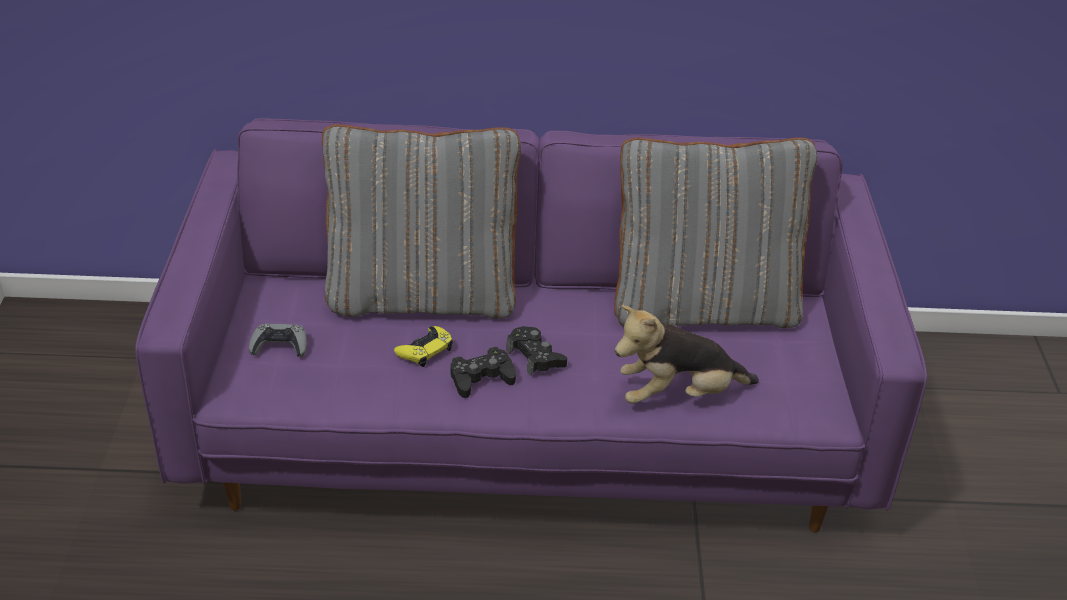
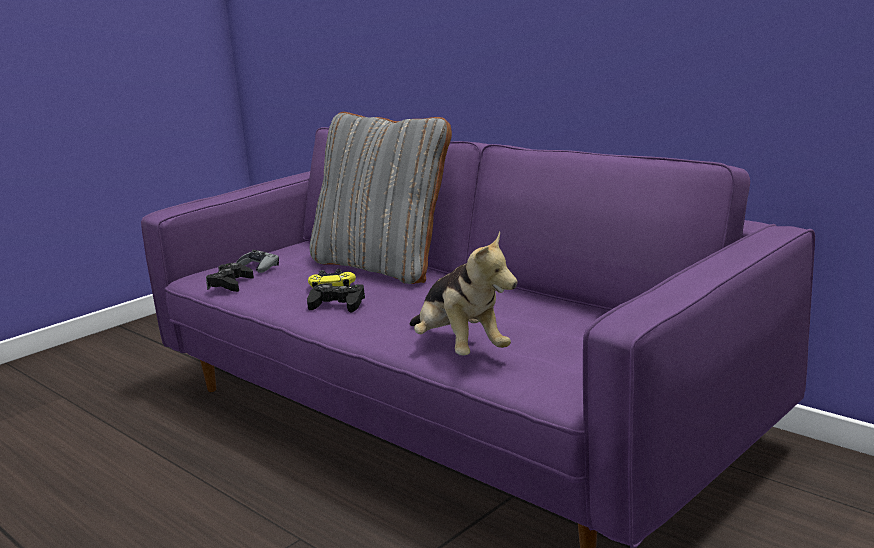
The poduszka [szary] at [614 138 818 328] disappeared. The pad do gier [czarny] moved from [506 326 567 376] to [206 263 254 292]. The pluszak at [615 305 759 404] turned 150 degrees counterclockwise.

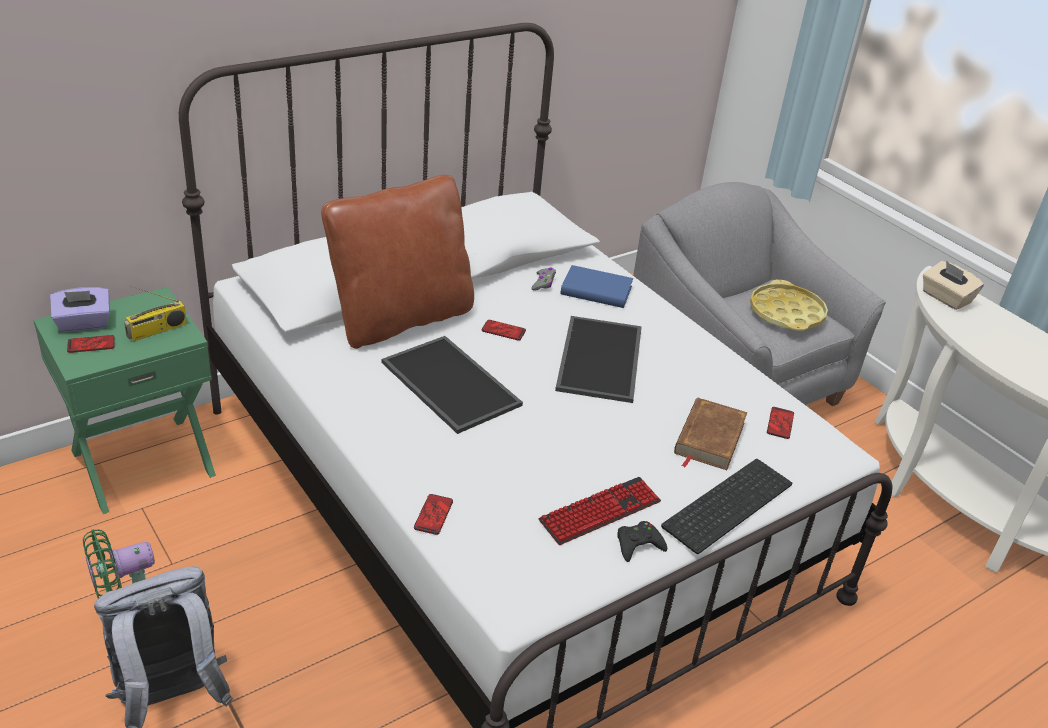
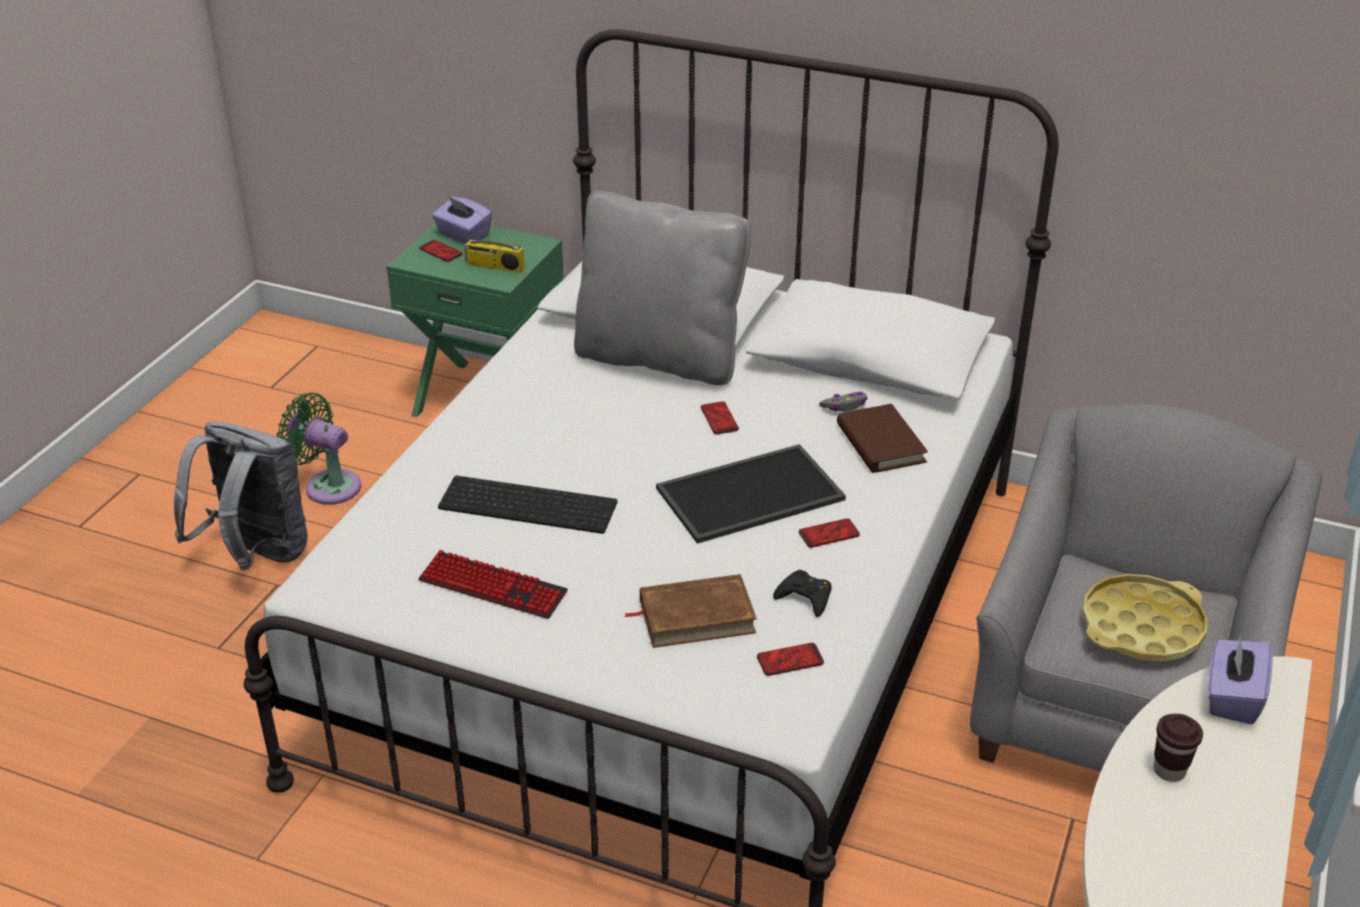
The taca at [382 336 523 434] disappeared. The filiżanka [brązowy] at [1153 714 1203 782] appeared. The telefon moved from [414 494 453 535] to [799 518 860 548]. The pad do gier [czarny] moved from [617 521 667 562] to [773 570 832 617]. The klawiatura moved from [661 459 792 554] to [438 476 617 534]. The poduszka [brązowy] at [321 175 474 349] became the poduszka [szary] at [574 191 751 385]. The książka [niebieski] at [561 265 633 308] became the książka [brązowy] at [837 404 928 473]. The pudełko chusteczek [beżowy] at [923 261 984 310] became the pudełko chusteczek [fioletowy] at [1208 636 1273 724].

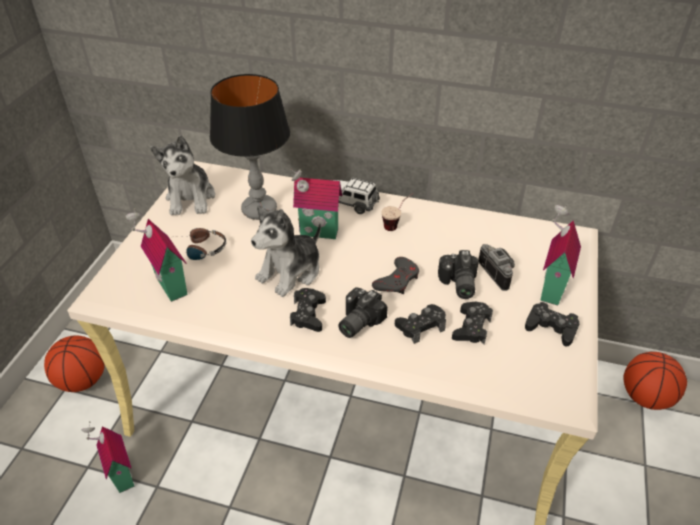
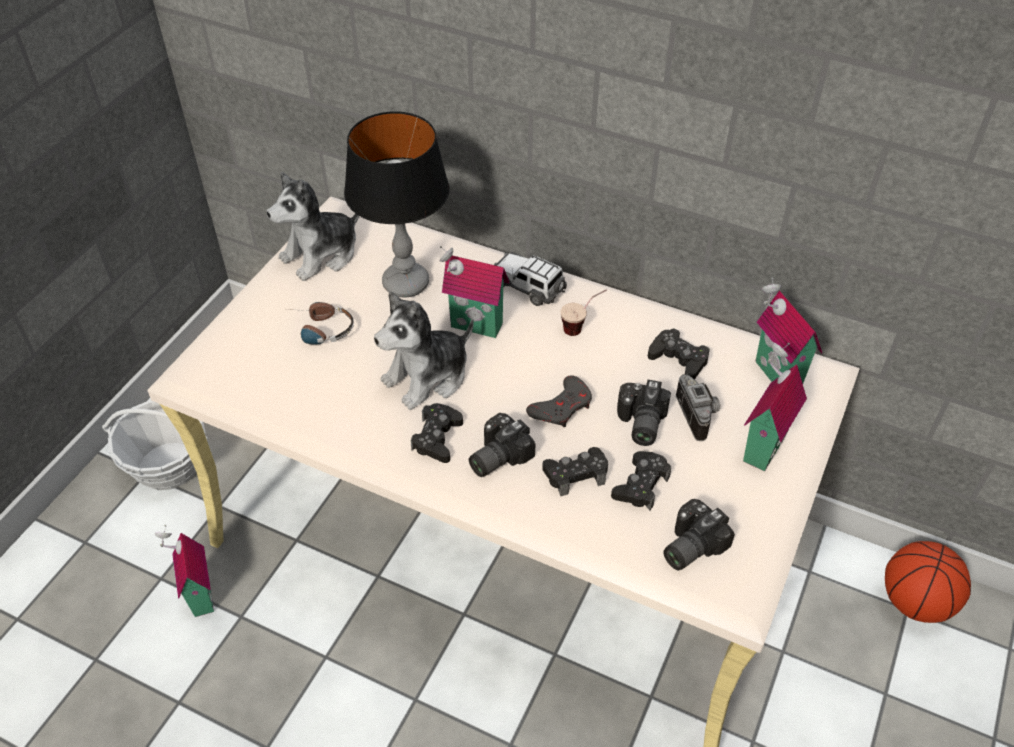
The aparat fotograficzny at [663 499 735 570] appeared. The domek moved from [126 208 188 302] to [755 278 822 383]. The pad do gier [czarny] moved from [525 302 580 347] to [648 329 710 379]. The piłka do koszykówki at [44 335 105 392] was replaced by the koszyk at [102 400 208 490]. The pluszak at [151 135 215 215] turned 45 degrees clockwise.

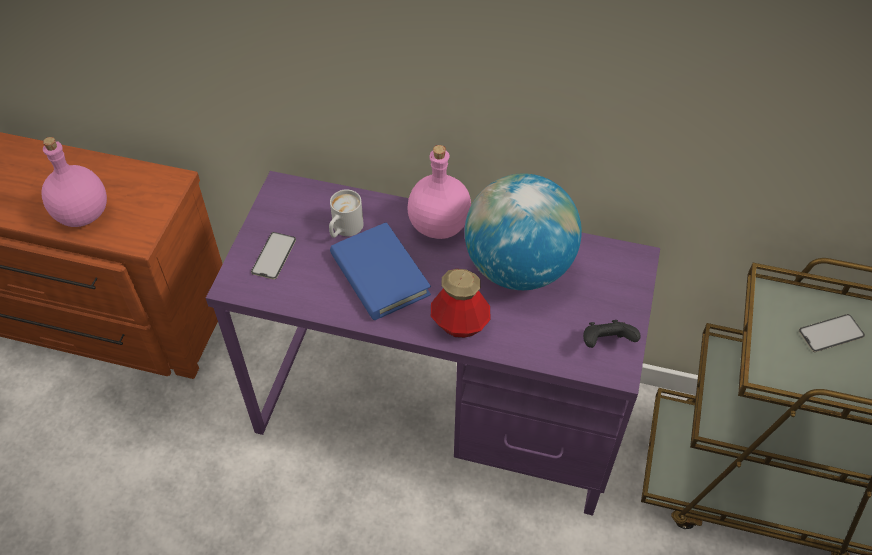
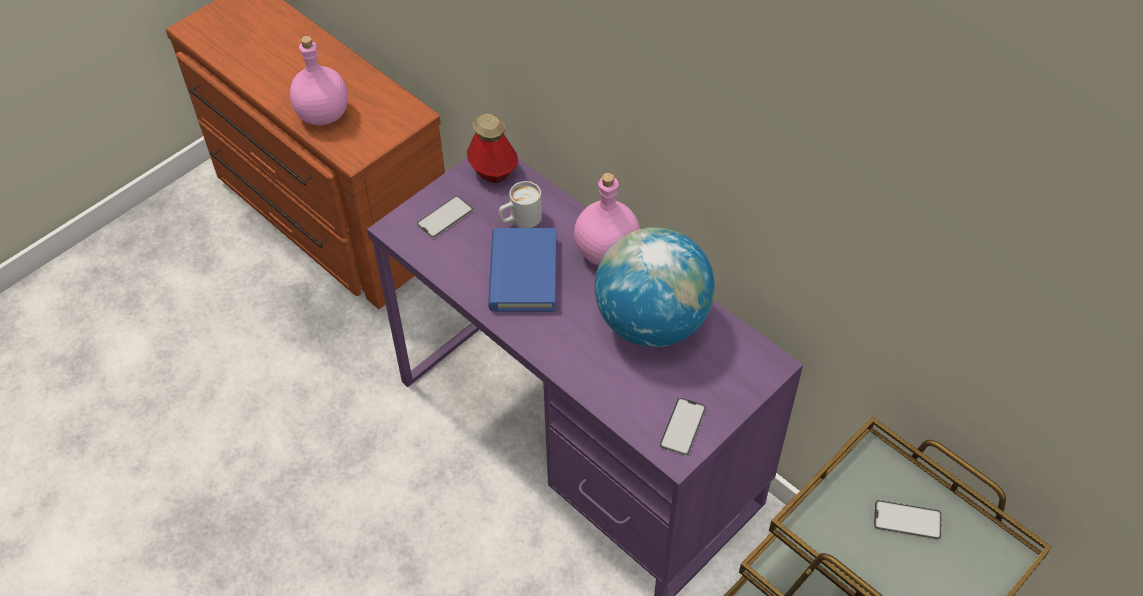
The butelka moved from [431 269 491 338] to [467 113 518 183]. The pad do gier [czarny] at [583 320 641 348] was replaced by the telefon at [660 398 706 456].

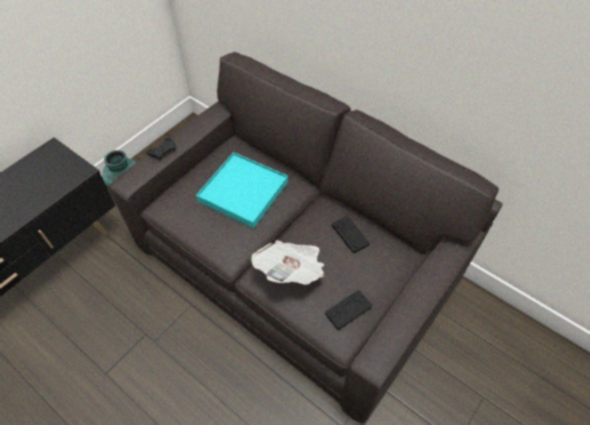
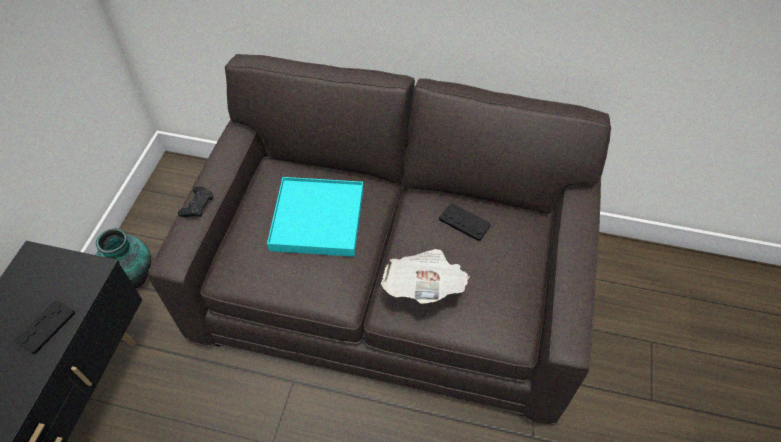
The pad do gier [czarny] moved from [325 290 372 329] to [15 300 75 354].

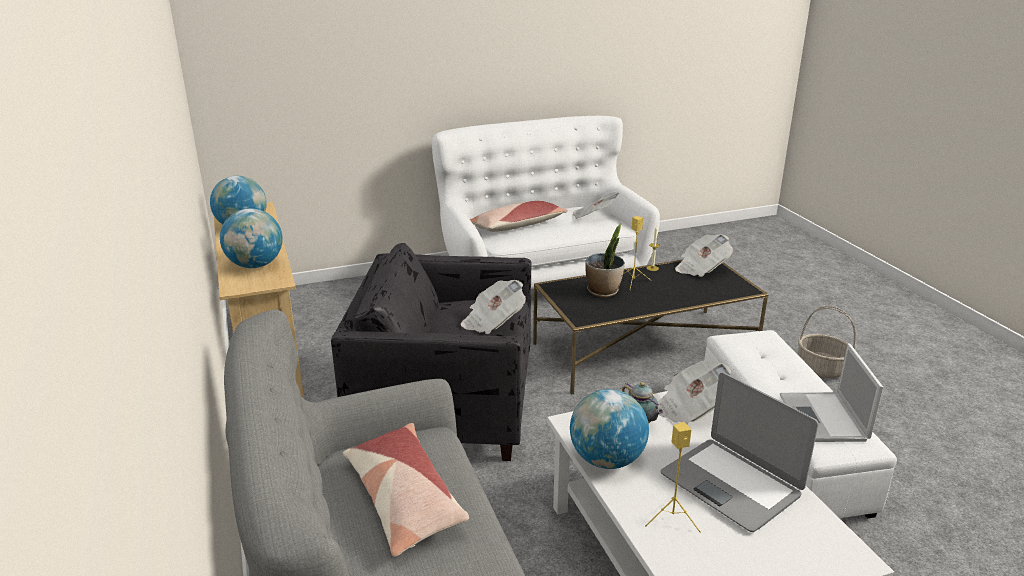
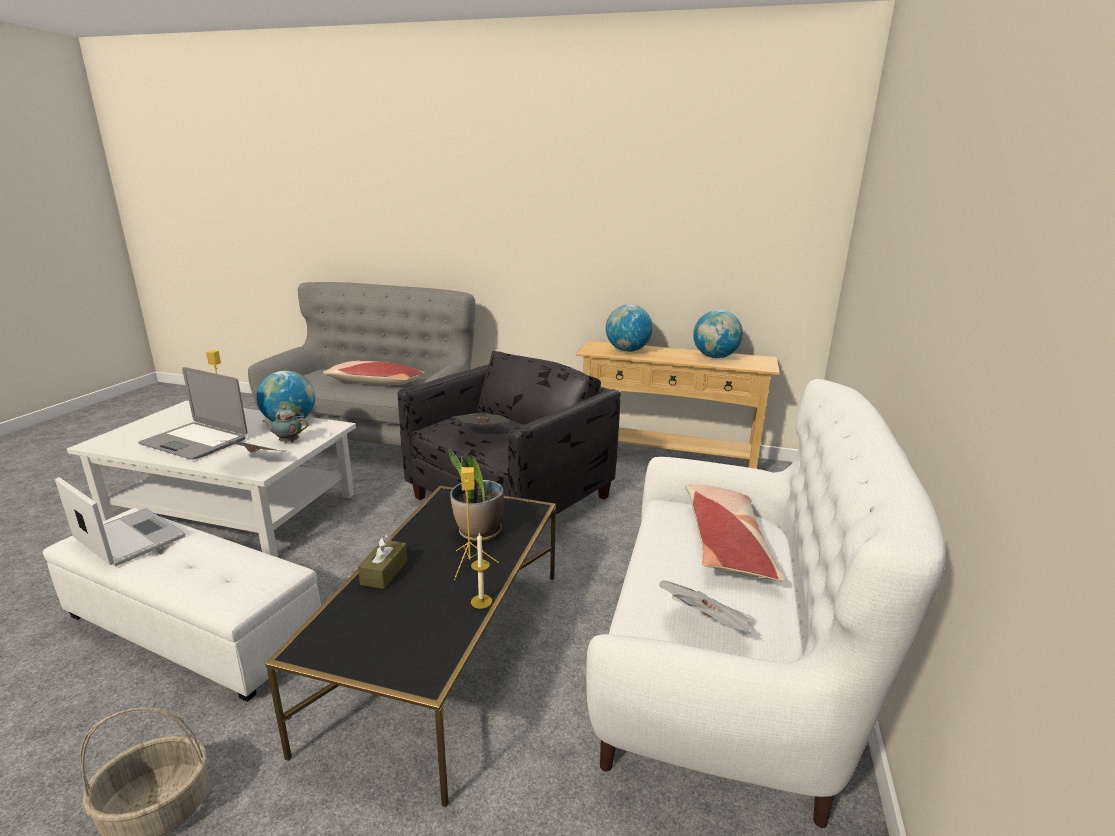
The gazeta at [675 234 733 277] disappeared. The pudełko chusteczek [brązowy] at [358 534 408 589] appeared. The laptop at [660 372 819 532] turned 150 degrees counterclockwise.

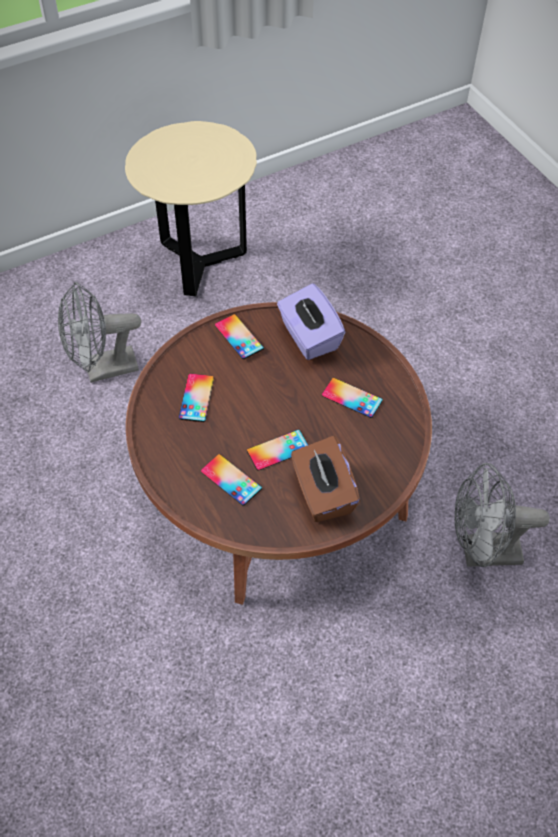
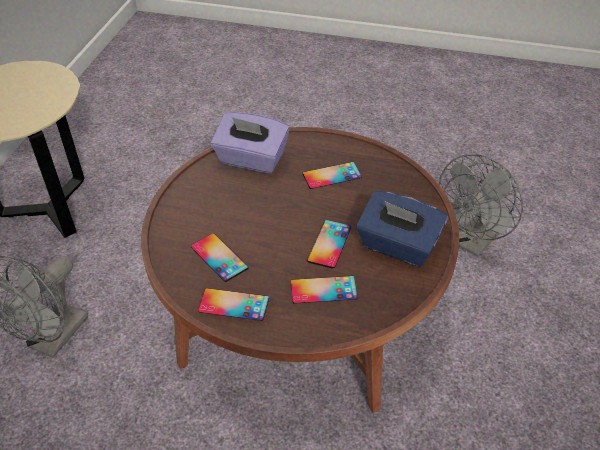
The telefon moved from [215 314 264 359] to [198 288 269 321]. The pudełko chusteczek [brązowy] at [291 436 360 522] became the pudełko chusteczek [niebieski] at [356 191 448 267].

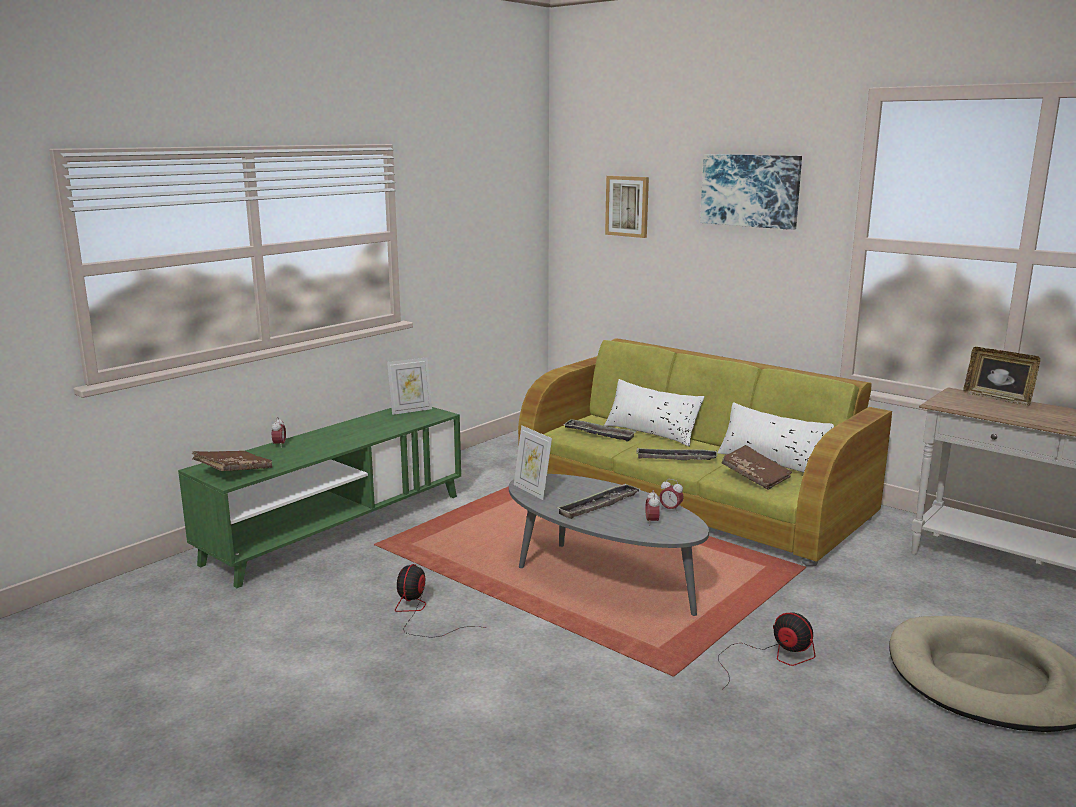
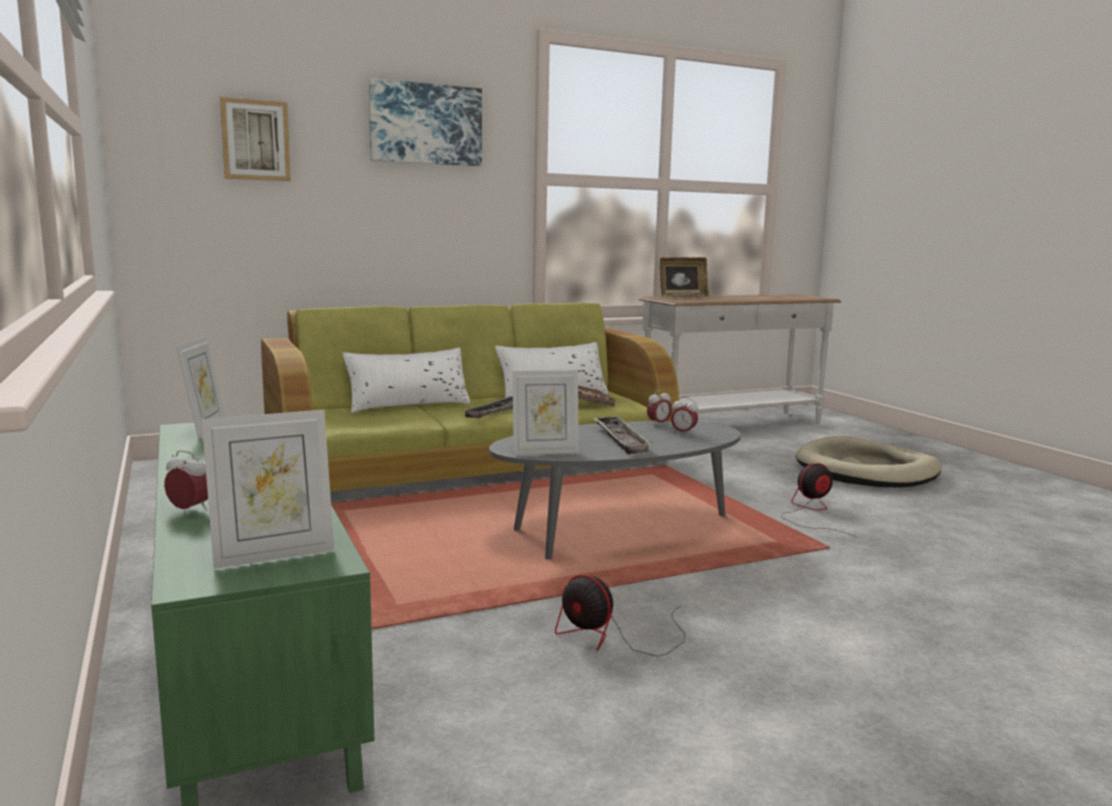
The taca at [563 419 636 441] disappeared. The książka [brązowy] at [192 451 273 471] was replaced by the ramka na zdjęcie at [202 410 334 569].

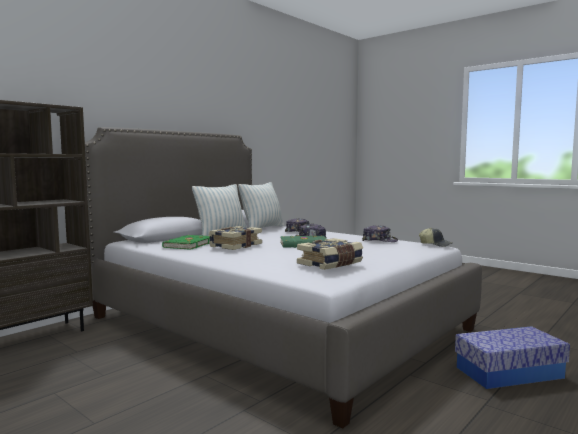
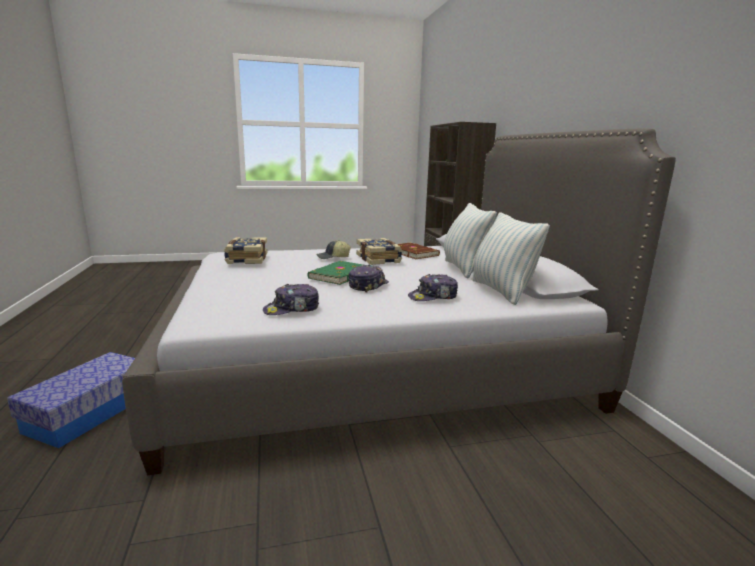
The czapka z daszkiem moved from [419 228 452 247] to [316 240 351 259]. The książka [zielony] at [162 235 210 250] became the książka [brązowy] at [397 242 440 259].

